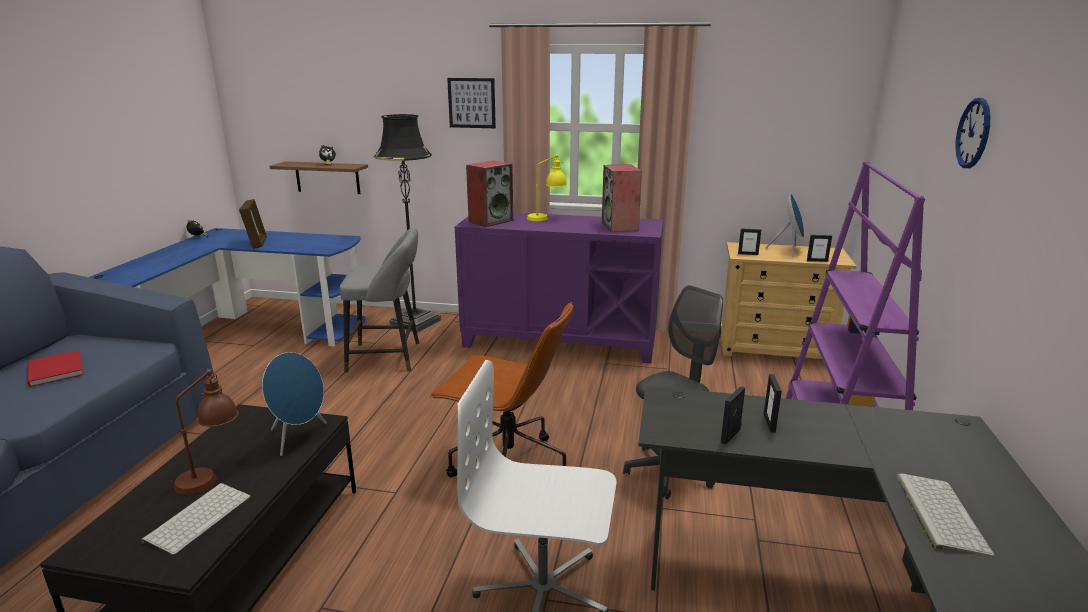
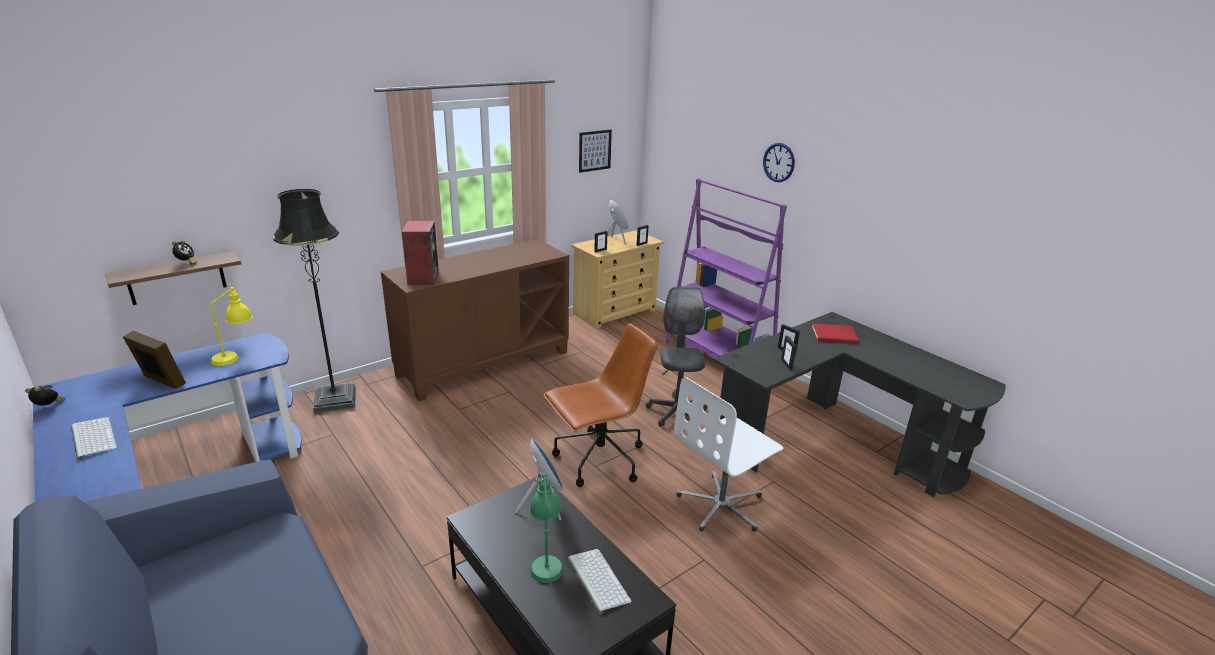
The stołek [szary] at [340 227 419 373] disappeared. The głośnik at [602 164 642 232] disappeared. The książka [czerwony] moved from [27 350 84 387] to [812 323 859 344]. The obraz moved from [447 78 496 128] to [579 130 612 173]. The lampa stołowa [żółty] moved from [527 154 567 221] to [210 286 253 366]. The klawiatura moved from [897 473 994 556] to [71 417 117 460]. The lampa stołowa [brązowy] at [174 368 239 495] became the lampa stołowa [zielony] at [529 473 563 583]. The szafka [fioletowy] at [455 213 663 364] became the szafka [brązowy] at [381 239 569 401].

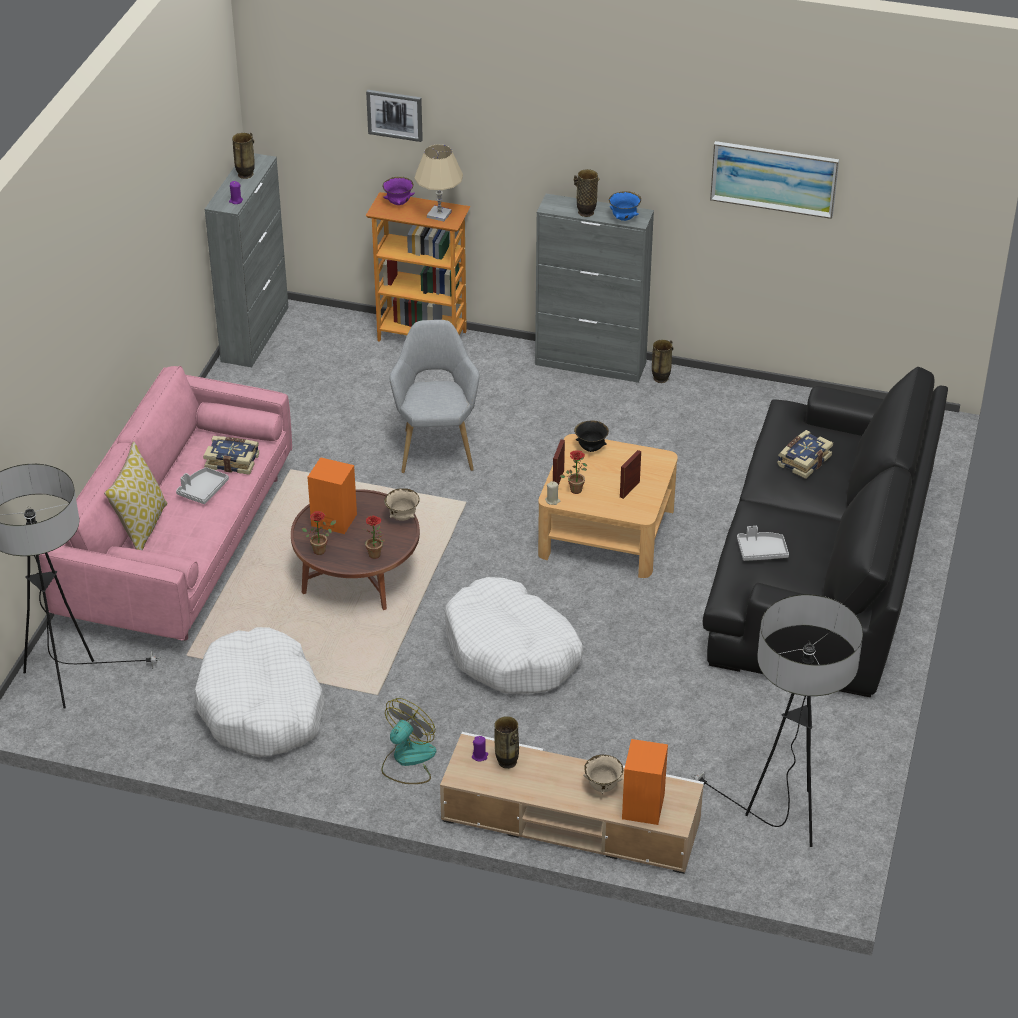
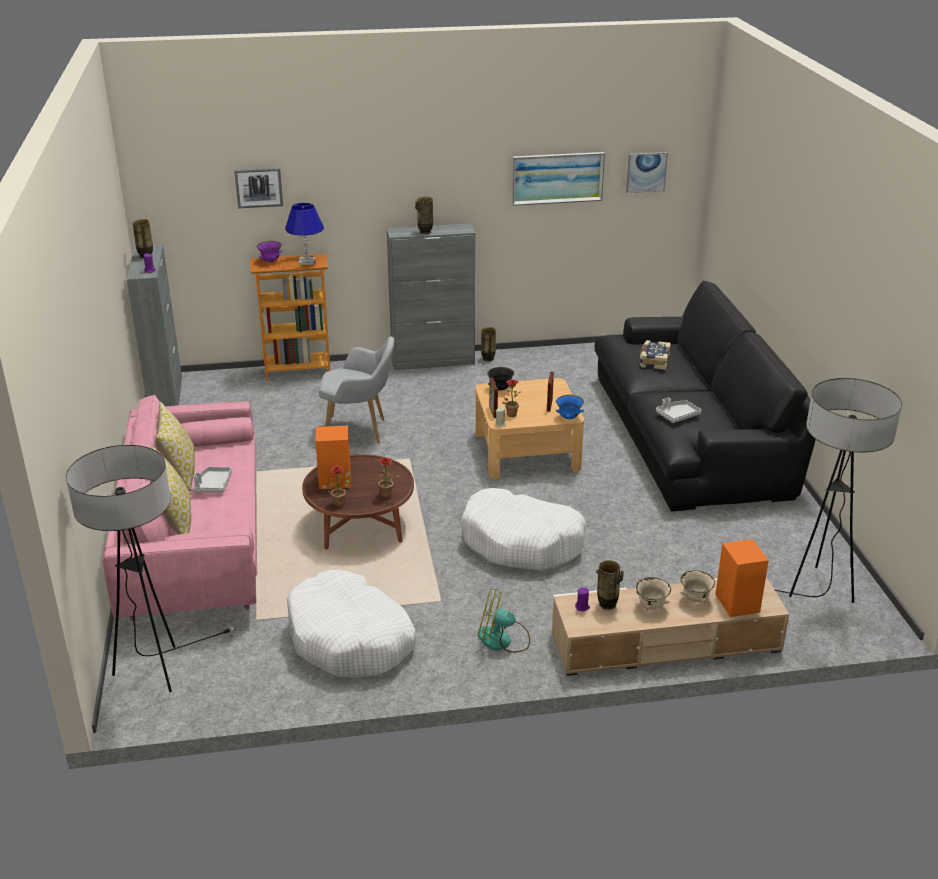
The książka at [203 436 259 475] disappeared. The poduszka at [156 402 195 491] appeared. The obraz at [626 152 668 193] appeared. The miska [beżowy] moved from [384 488 420 521] to [636 577 671 610]. The miska [niebieski] moved from [609 191 641 221] to [556 395 584 419]. The lampa stołowa [beżowy] at [414 144 463 221] became the lampa stołowa [niebieski] at [285 203 324 265]. The wentylator at [381 698 436 784] turned 90 degrees counterclockwise. The fotel [szary] at [389 320 480 473] turned 120 degrees clockwise.

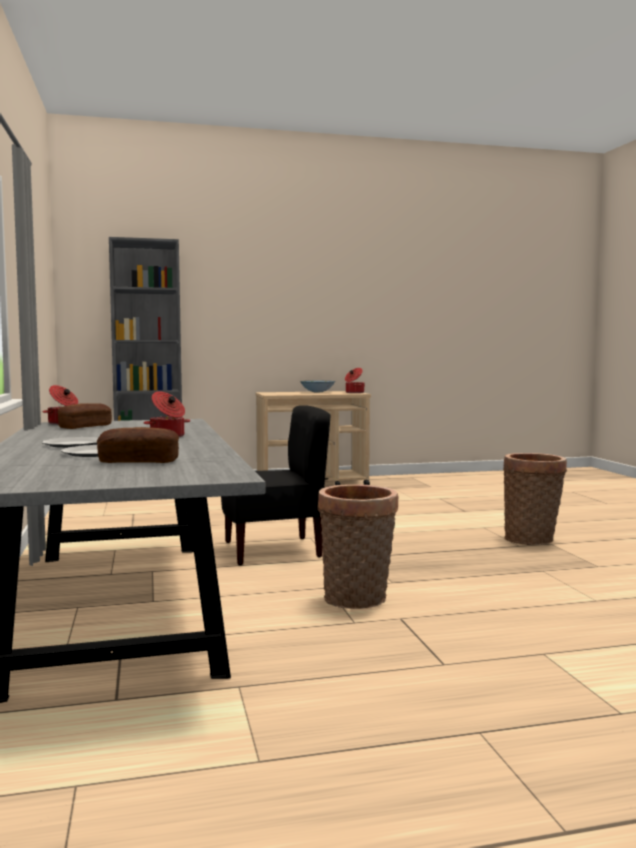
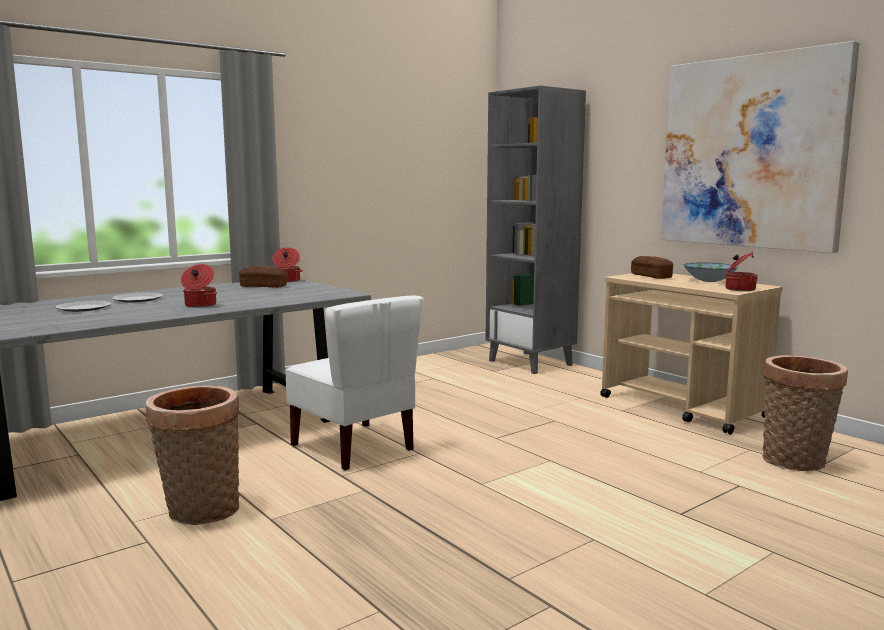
The obraz at [661 41 860 253] appeared. The chleb moved from [97 427 179 463] to [631 256 674 279]. The koszyk moved from [503 453 567 545] to [762 355 848 471]. The krzesło [czarny] at [221 405 331 565] became the krzesło [biały] at [286 296 424 471].

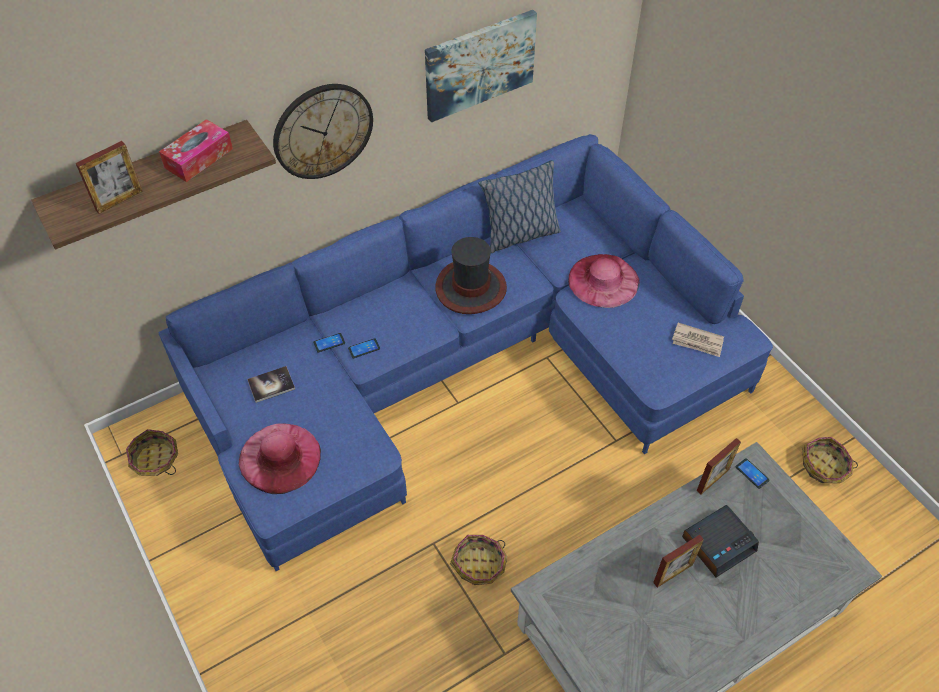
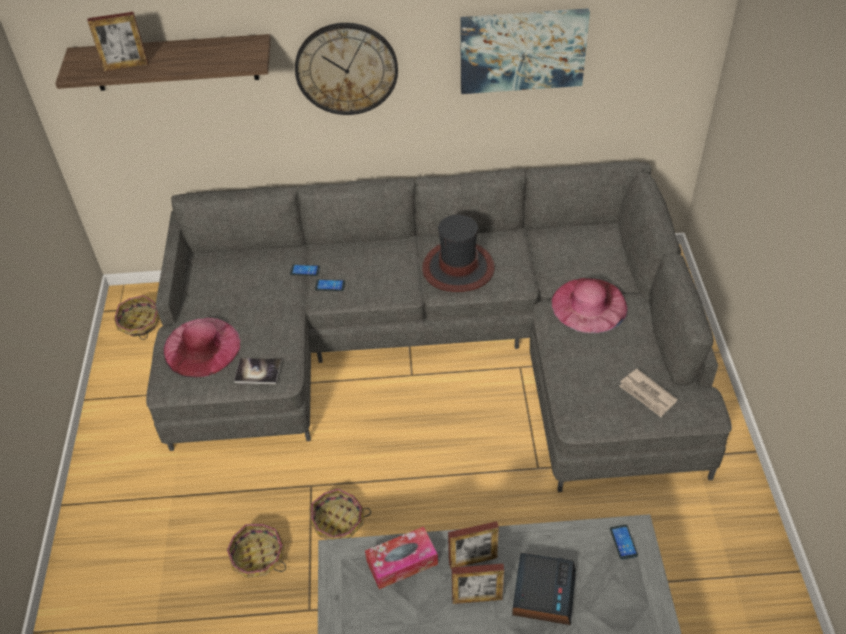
The poduszka at [478 160 561 253] disappeared. The pudełko chusteczek moved from [159 119 233 182] to [365 526 438 589]. The książka moved from [247 366 295 403] to [234 358 281 385]. The ramka na zdjęcie moved from [697 438 741 494] to [448 521 499 569]. The koszyk moved from [802 437 858 483] to [227 524 286 578]. The kanapa [niebieski] at [158 134 773 571] became the kanapa [szary] at [146 161 732 492]. The budzik at [682 505 759 577] turned 75 degrees counterclockwise.

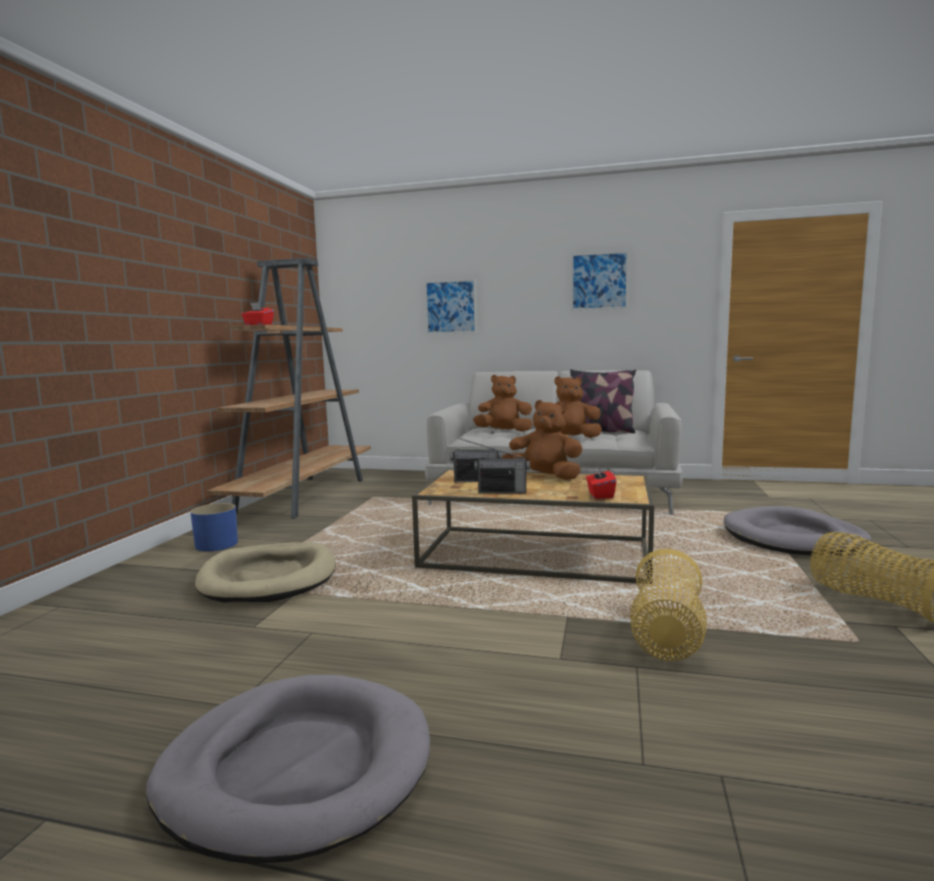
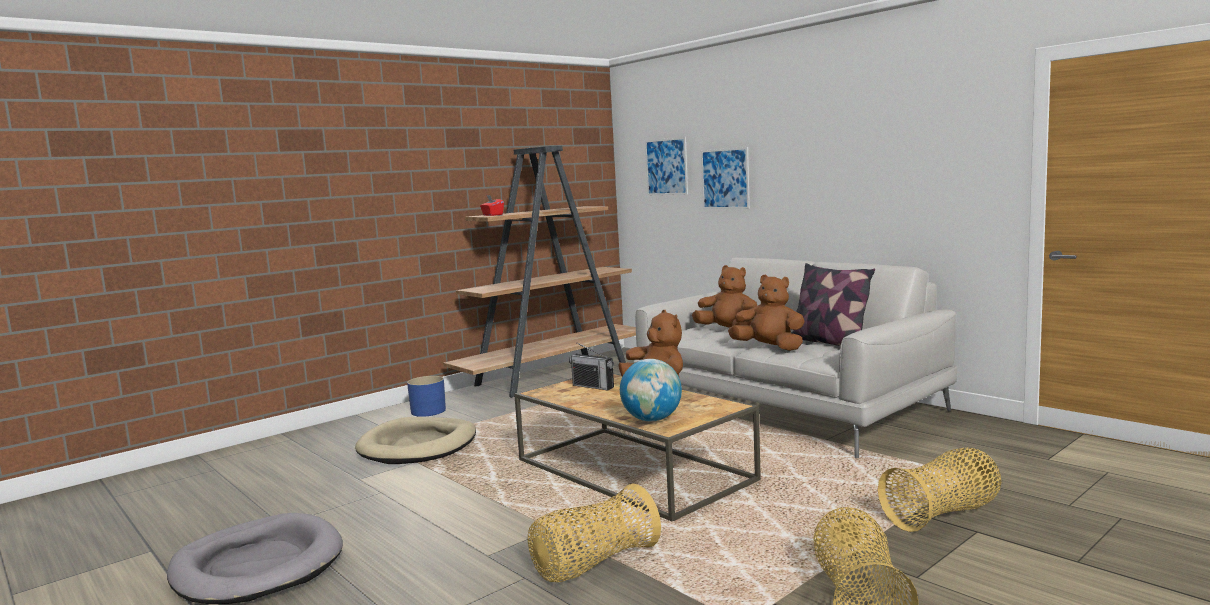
The radio at [474 445 530 494] disappeared. The obraz moved from [571 251 629 310] to [645 137 688 195]. The pudełko chusteczek [czerwony] at [586 467 616 499] was replaced by the globus at [620 359 682 422]. The legowisko [szary] at [724 506 871 555] was replaced by the koszyk at [878 447 1001 532].

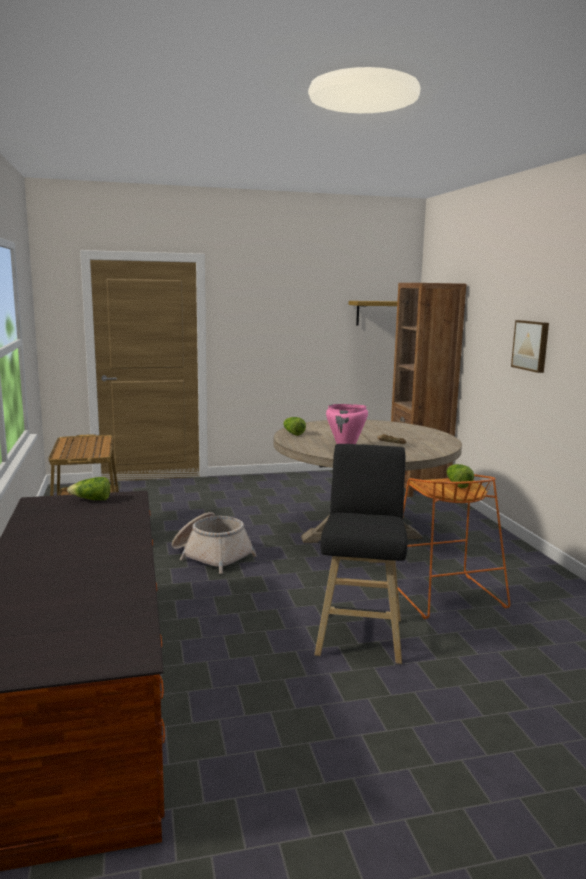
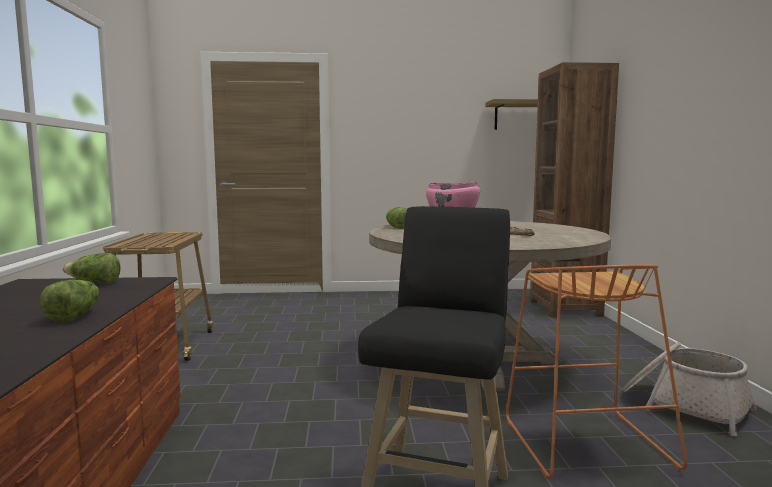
The obraz at [511 320 549 373] disappeared. The koszyk moved from [172 512 257 574] to [622 342 757 436]. The sałata moved from [447 464 474 488] to [40 280 99 322].

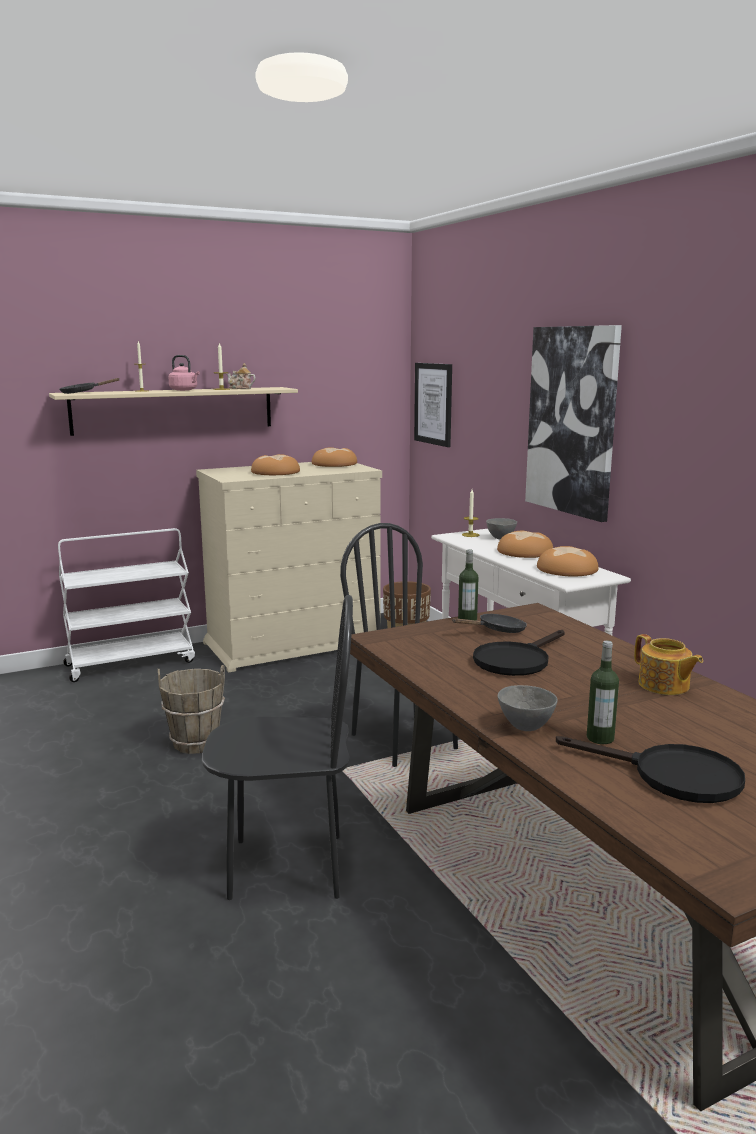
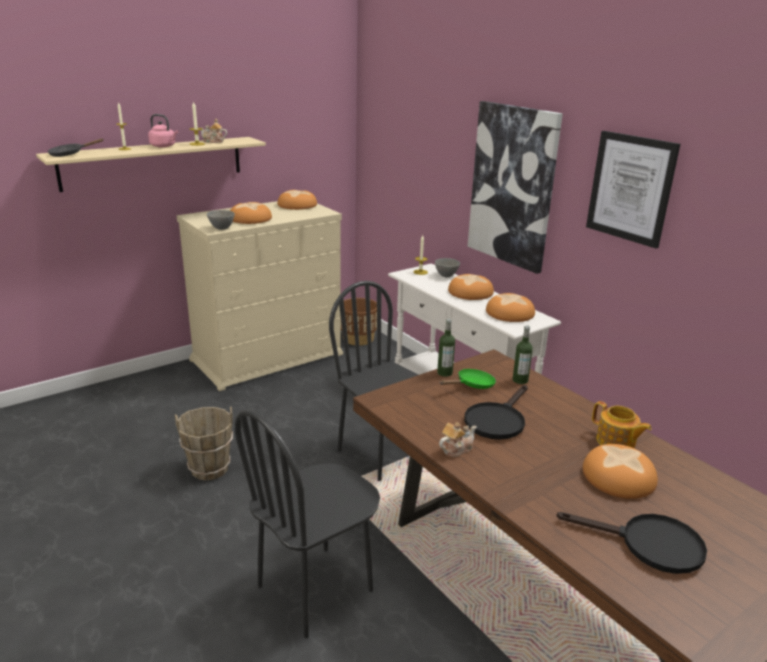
The wózek [biały] at [58 528 195 682] disappeared. The imbryk at [439 422 476 457] appeared. The chleb at [583 444 658 499] appeared. The obraz moved from [414 363 452 447] to [586 131 680 248]. The miska [szary] moved from [498 685 558 731] to [207 210 235 230]. The butelka moved from [587 641 619 744] to [513 325 533 384]. The patelnia [czarny] at [452 614 527 633] became the patelnia [zielony] at [439 369 496 389]. The krzesło [czarny] at [202 595 353 900] turned 150 degrees clockwise.

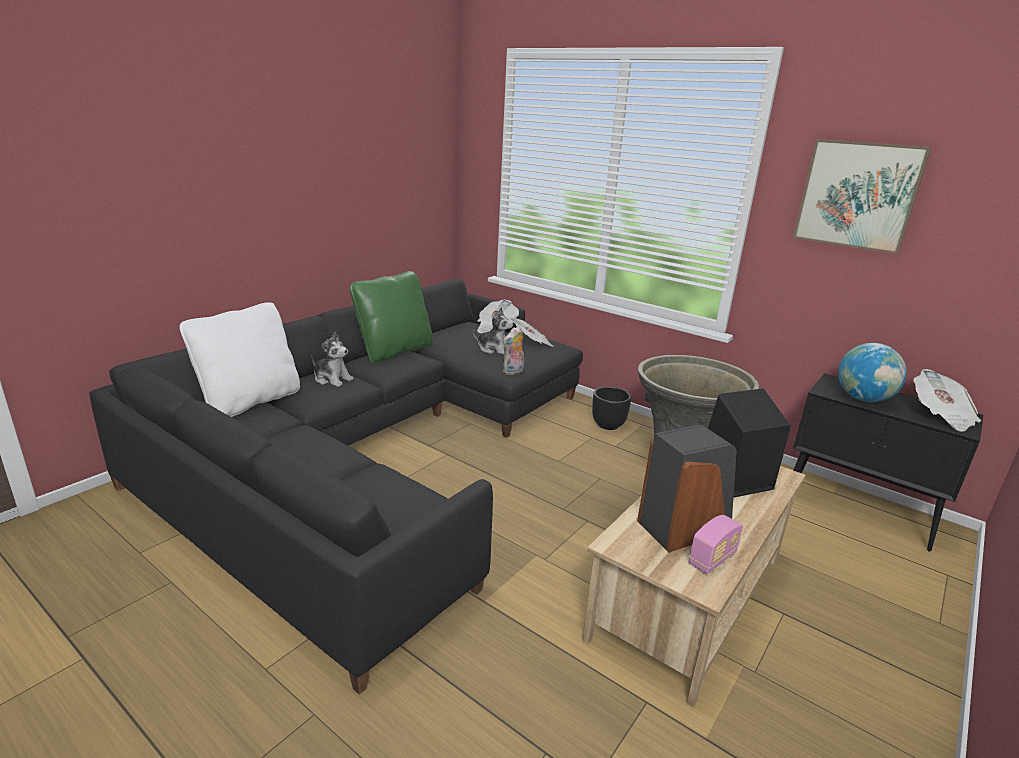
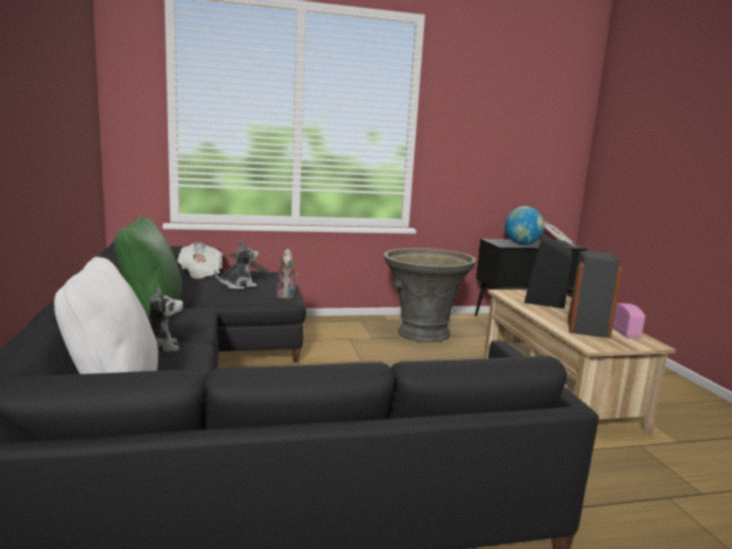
The donica [czarny] at [592 387 631 430] disappeared. The obraz at [793 139 931 254] disappeared.

